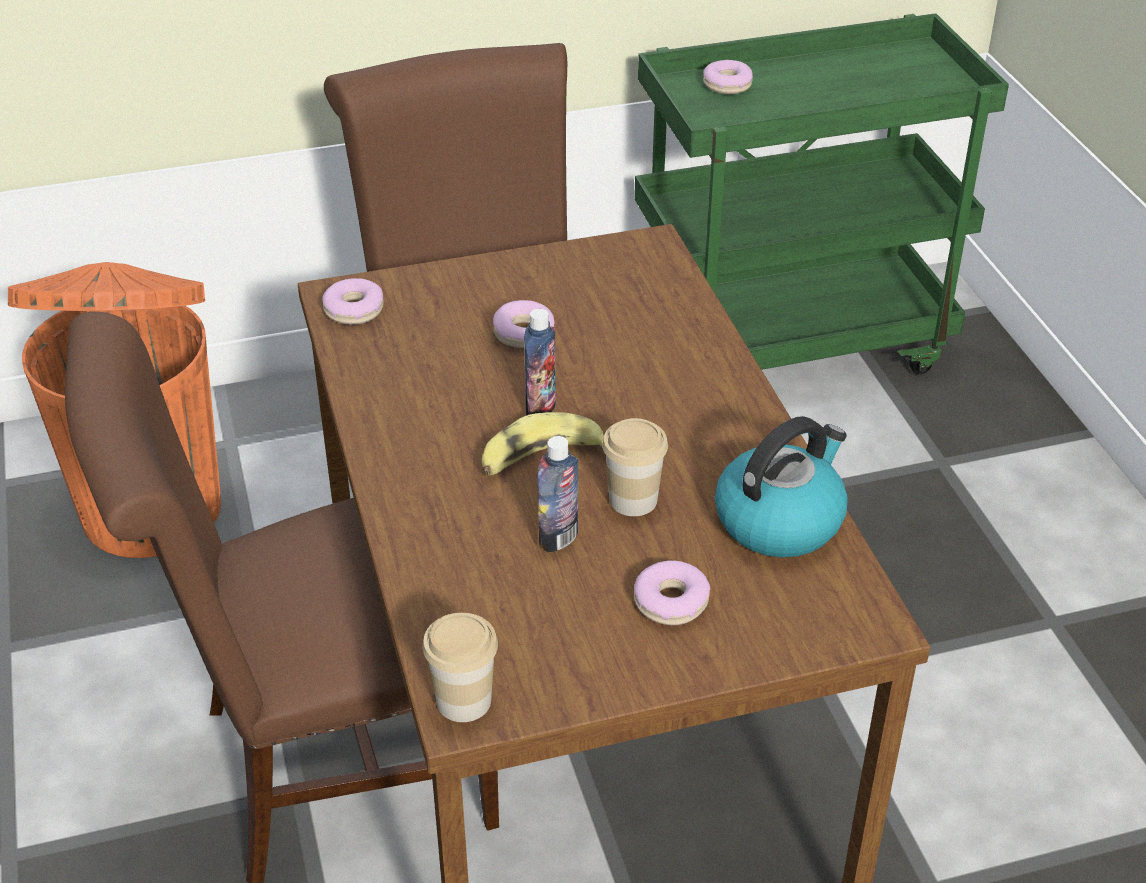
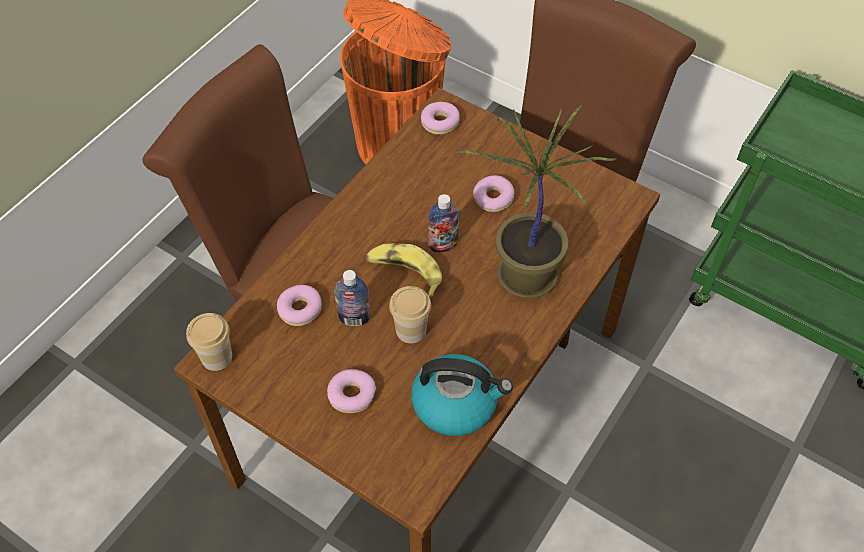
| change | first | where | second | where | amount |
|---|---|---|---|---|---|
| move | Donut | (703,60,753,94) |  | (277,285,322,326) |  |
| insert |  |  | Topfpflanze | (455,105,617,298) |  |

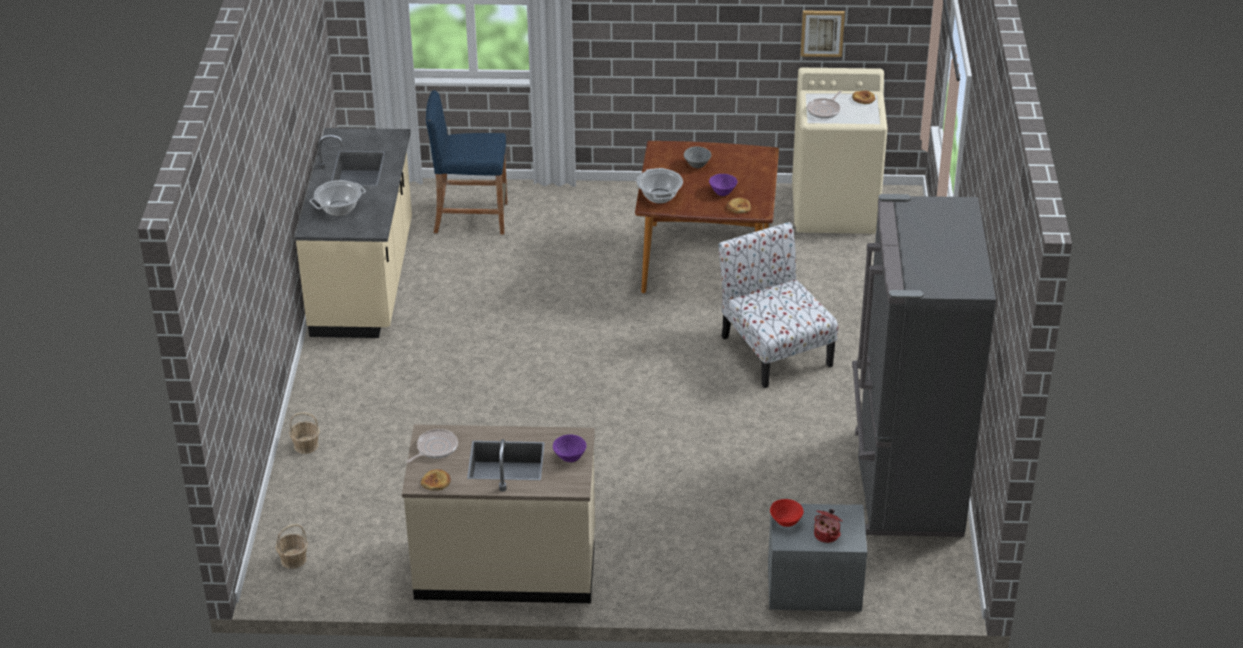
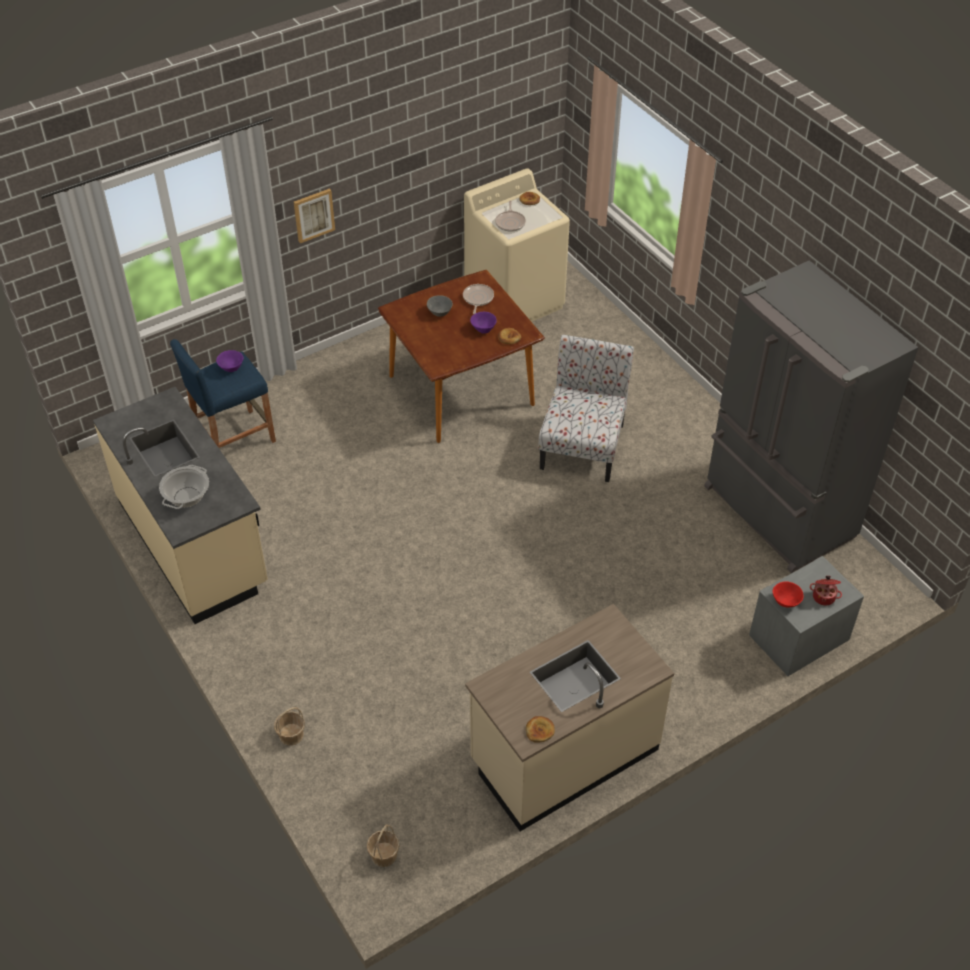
| change | first | where | second | where | amount |
|---|---|---|---|---|---|
| move | Schüssel (lila) | (553,434,586,462) |  | (216,350,244,372) |  |
| move | Bild | (800,11,845,57) |  | (294,188,335,243) |  |
| move | Pfanne | (406,429,458,463) |  | (463,284,494,314) |  |
| rotate | Stuhl | (718,222,838,388) |  | (539,335,634,482) | 75 degrees clockwise |
| delete | Kochtopf | (637,168,683,204) |  |  |  |

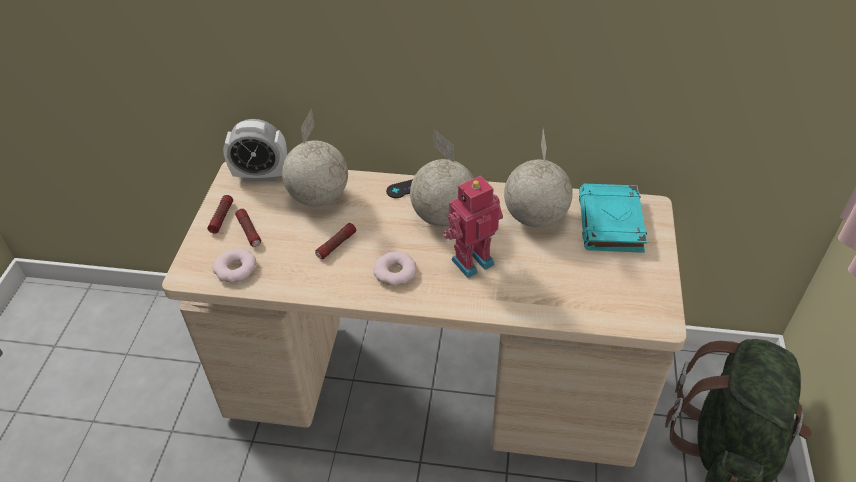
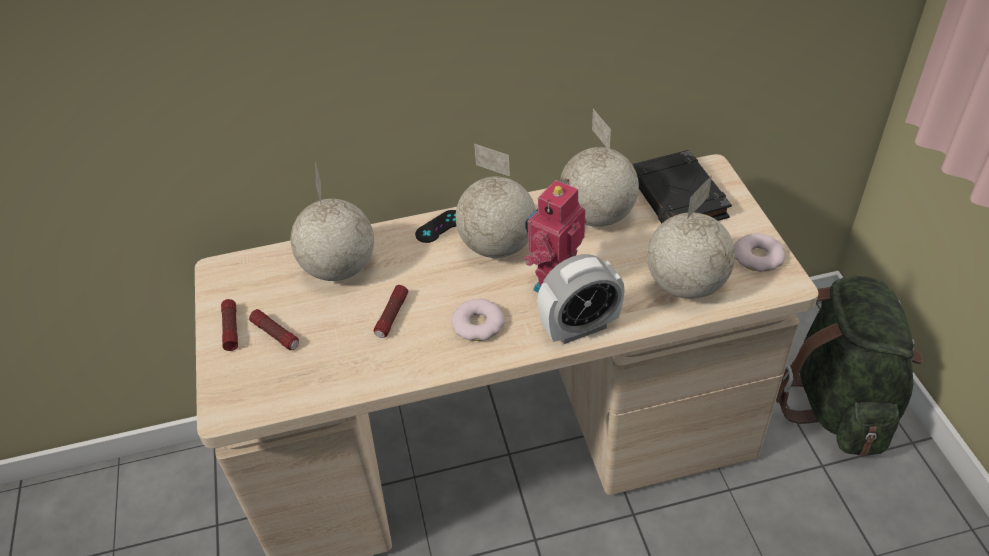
| change | first | where | second | where | amount |
|---|---|---|---|---|---|
| move | Wecker | (223,119,287,182) |  | (537,254,625,344) |  |
| recolor | Buch (türkis) | (579,184,647,253) | Buch (schwarz) | (632,150,732,223) |  |
| insert |  |  | Globus | (647,175,735,299) |  |
| move | Donut | (213,248,256,283) |  | (734,233,785,272) |  |

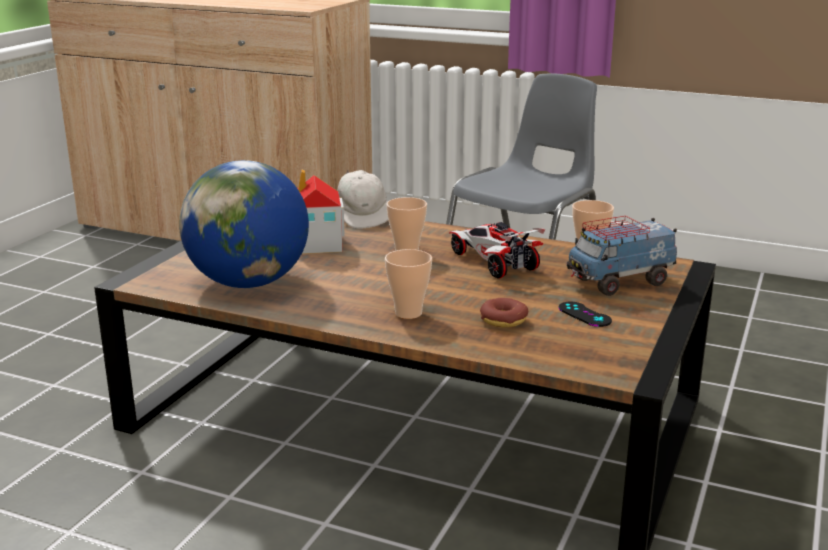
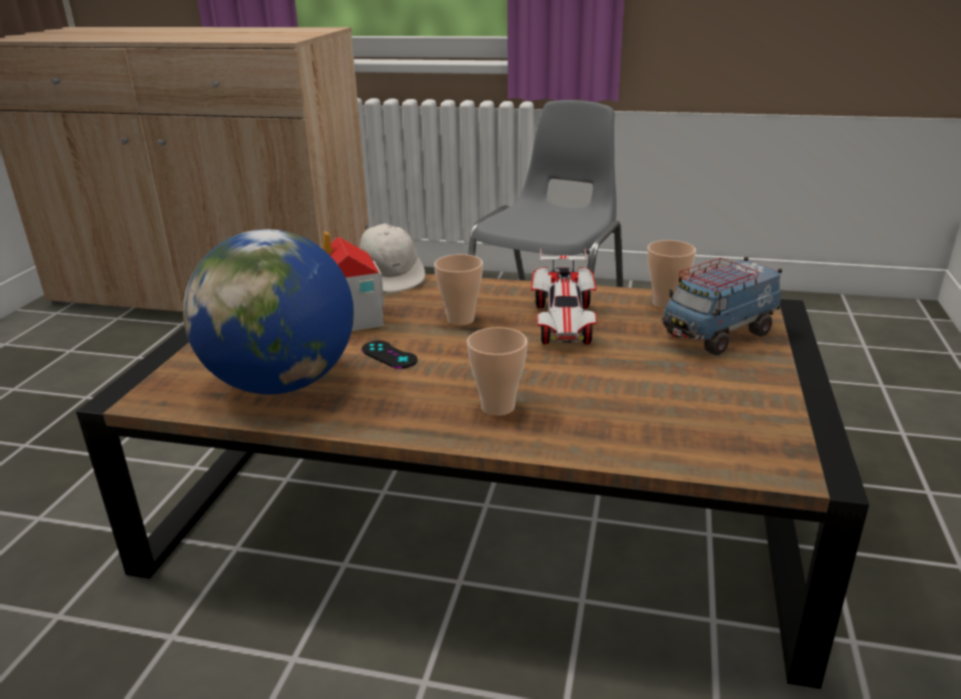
| change | first | where | second | where | amount |
|---|---|---|---|---|---|
| move | Gamepad (schwarz) | (558,302,612,327) |  | (362,341,418,369) |  |
| rotate | Spielzeugauto | (449,222,545,279) |  | (531,248,597,345) | 135 degrees counterclockwise |
| delete | Donut | (480,298,528,327) |  |  |  |

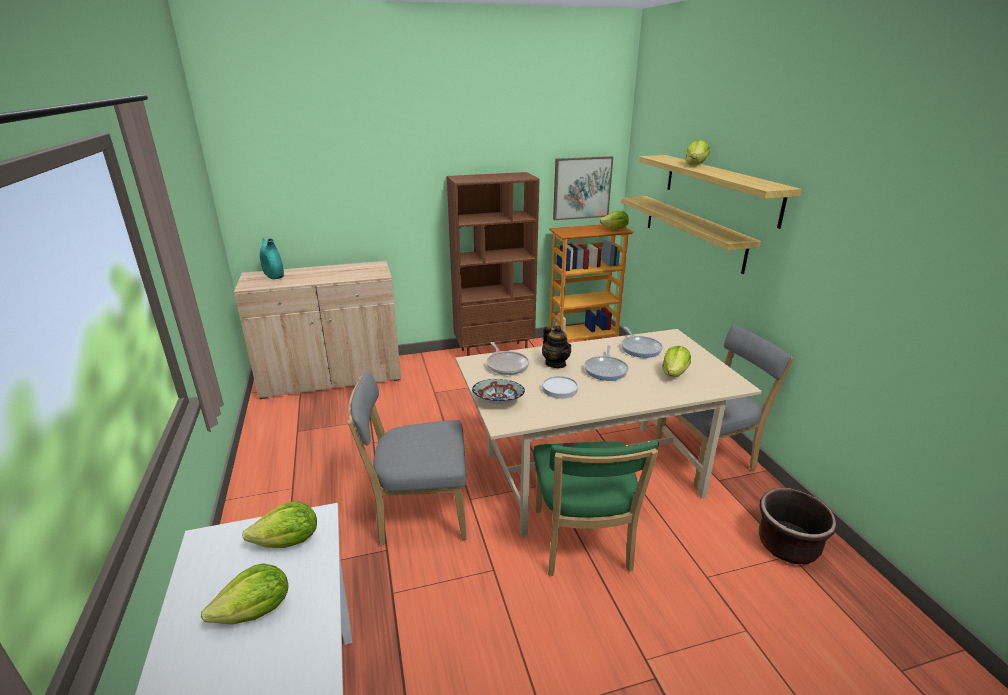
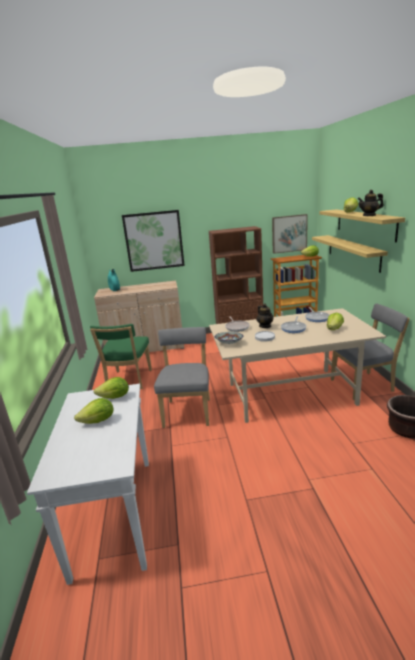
| change | first | where | second | where | amount |
|---|---|---|---|---|---|
| move | Stuhl (grün) | (533,441,659,576) |  | (90,324,152,389) |  |
| insert |  |  | Bild | (122,210,185,272) |  |
| rotate | Stuhl (grau) | (347,371,467,546) |  | (154,327,210,428) | 90 degrees clockwise |
| insert |  |  | Teekanne | (358,190,384,216) |  |

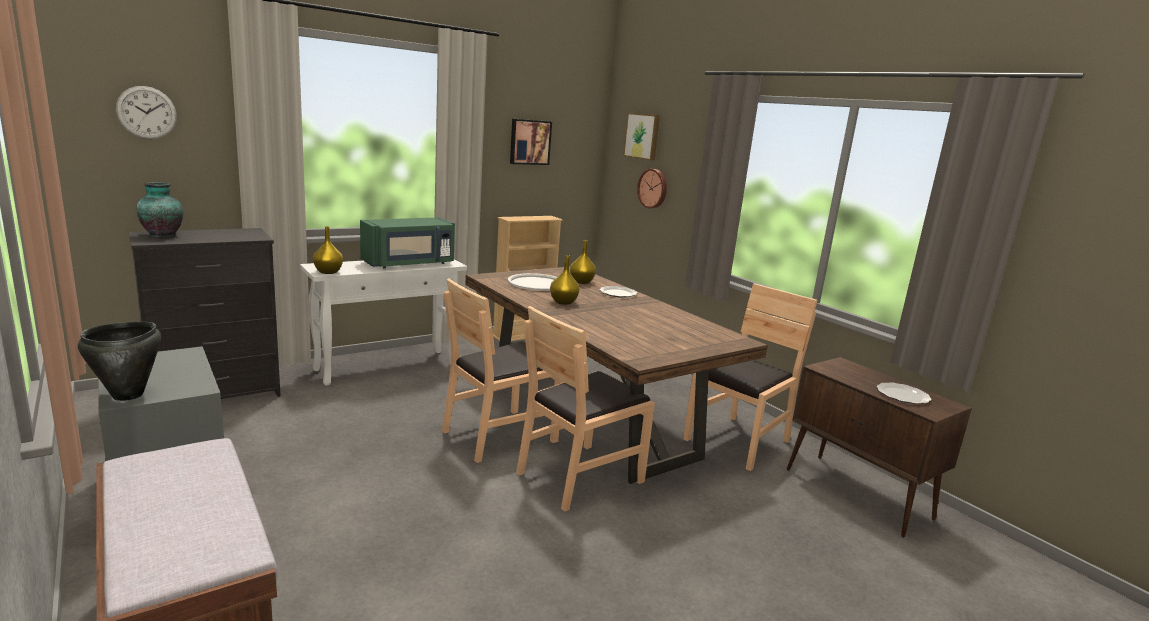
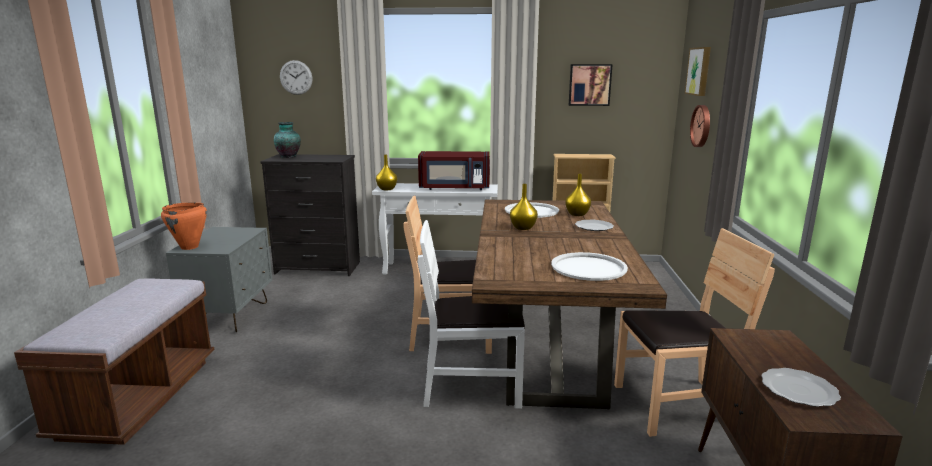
| change | first | where | second | where | amount |
|---|---|---|---|---|---|
| recolor | Kochtopf (schwarz) | (78,322,161,401) | Kochtopf (orange) | (161,203,207,250) |  |
| recolor | Mikrowelle (grün) | (360,217,455,268) | Mikrowelle (rot) | (418,151,490,190) |  |
| recolor | Stuhl (braun) | (516,306,655,512) | Stuhl (weiß) | (418,220,525,409) |  |
| insert |  |  | Tablett (weiß) | (551,252,628,281) |  |

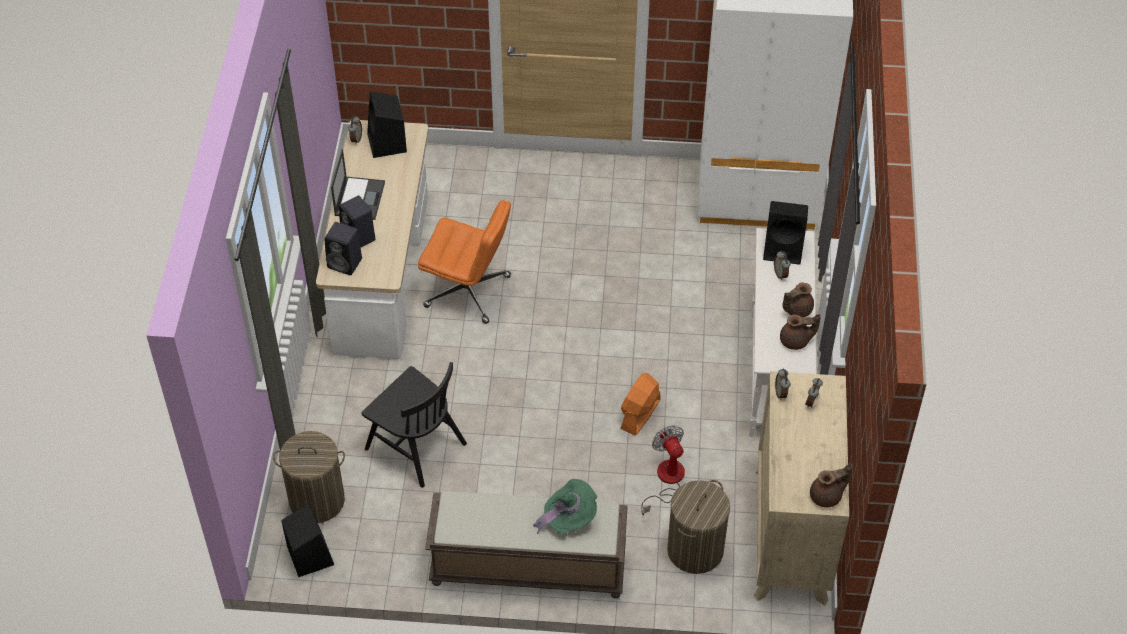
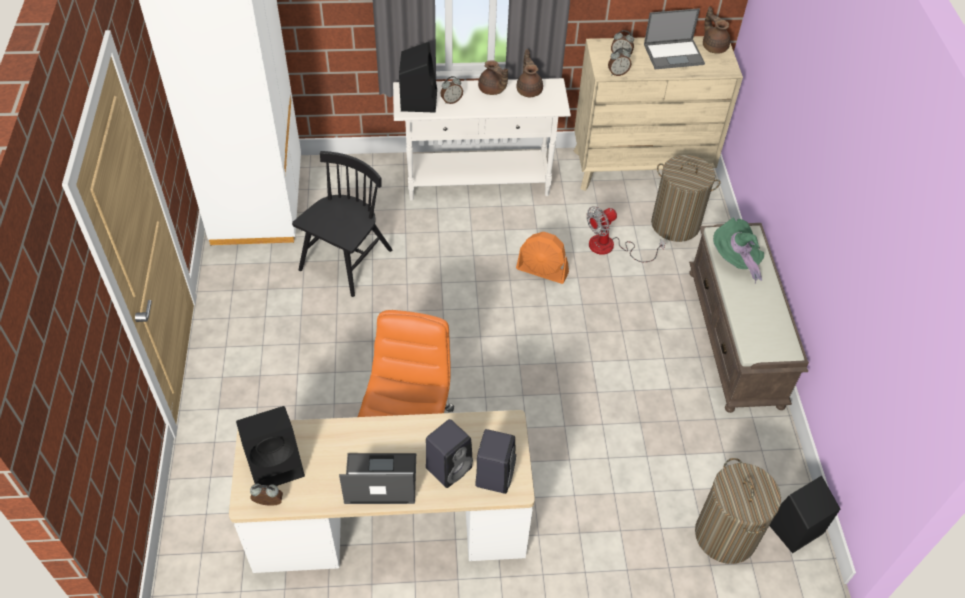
| change | first | where | second | where | amount |
|---|---|---|---|---|---|
| move | Stuhl (schwarz) | (362,362,467,488) |  | (292,151,392,297) |  |
| insert |  |  | Laptop | (644,8,705,69) |  |

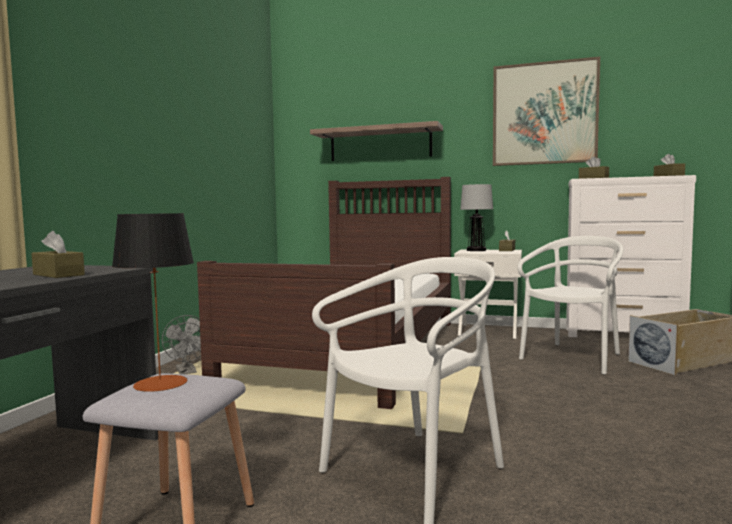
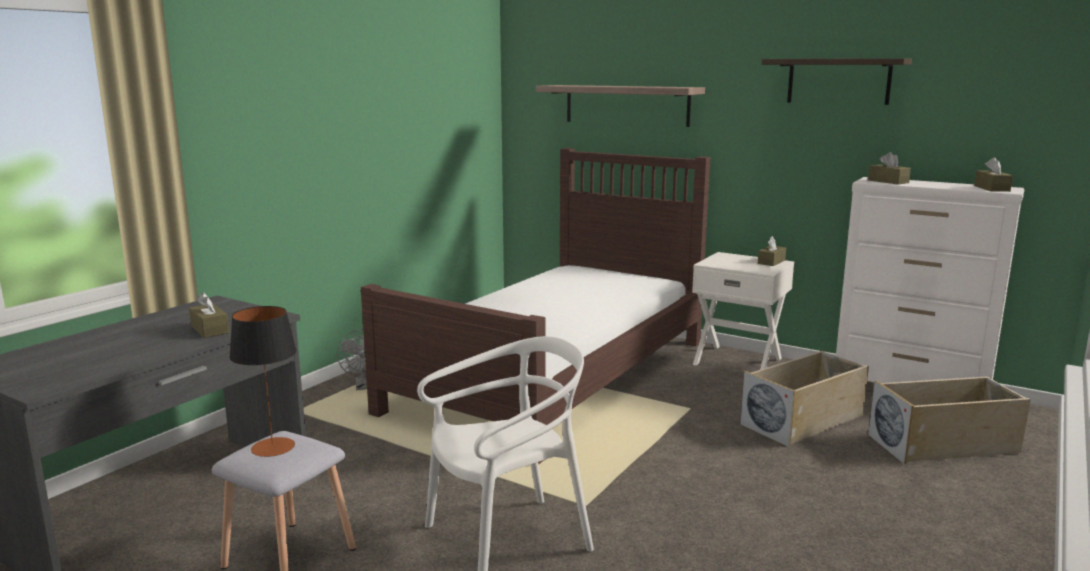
| change | first | where | second | where | amount |
|---|---|---|---|---|---|
| replace | Stuhl (weiß) | (518,236,624,375) | Aufbewahrungsbox (beige) | (740,351,869,447) |  |
| replace | Bild | (493,57,600,166) | Wandregal | (761,58,912,105) |  |
| delete | Tischlampe | (460,184,493,251) |  |  |  |

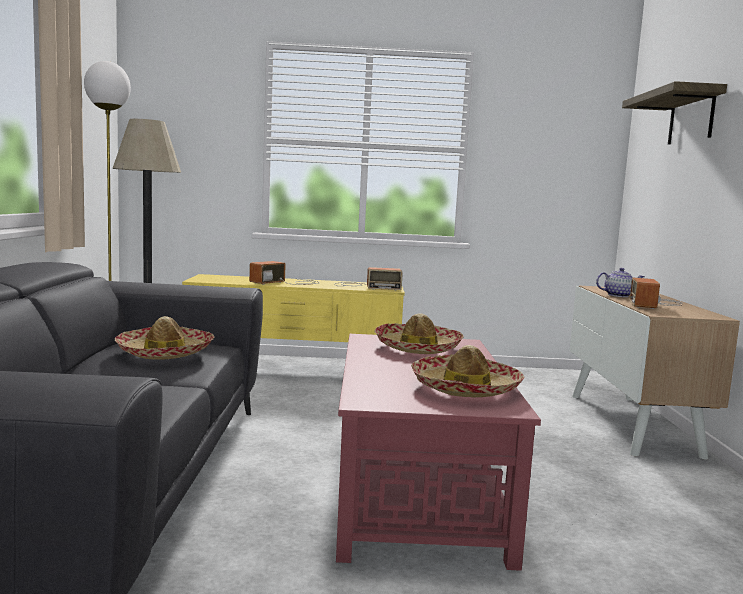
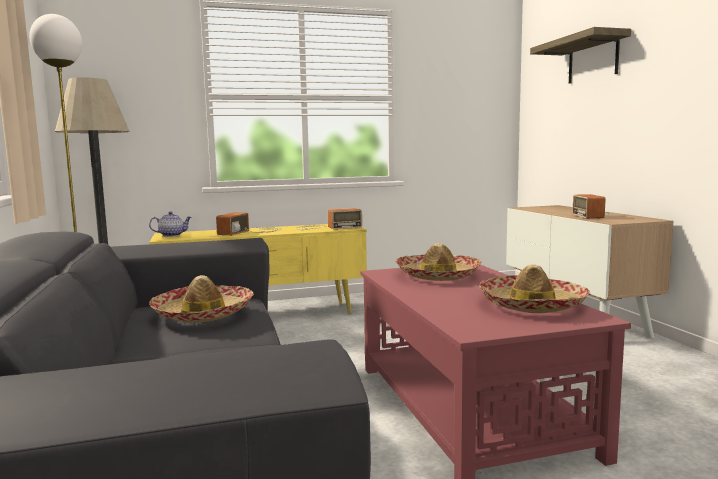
| change | first | where | second | where | amount |
|---|---|---|---|---|---|
| move | Teekanne | (596,268,645,297) |  | (149,211,192,237) |  |

